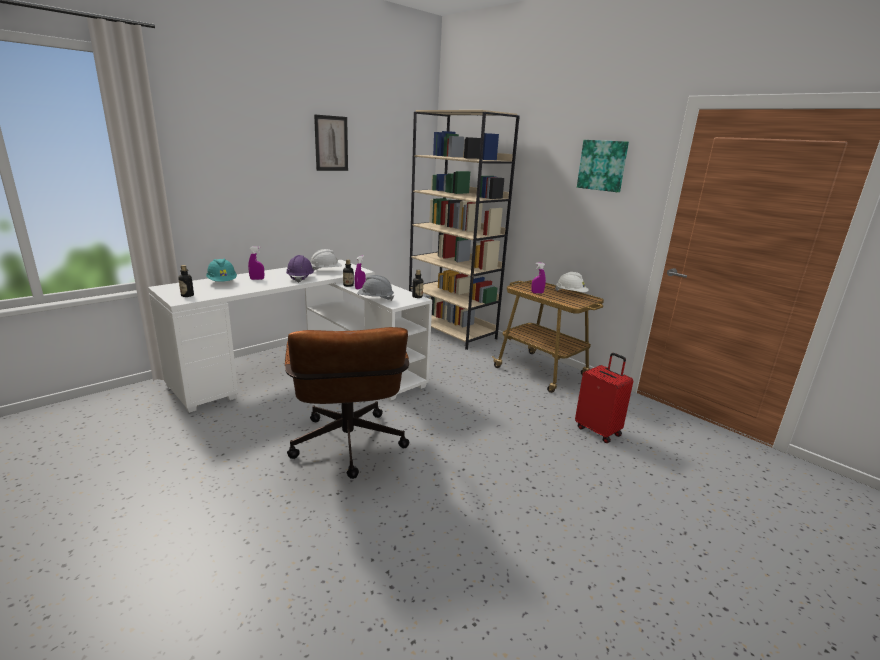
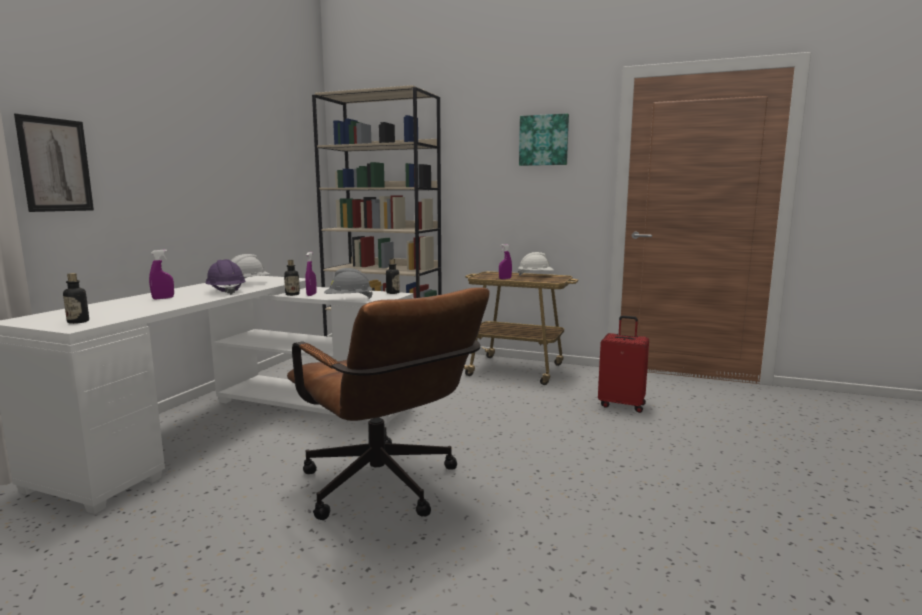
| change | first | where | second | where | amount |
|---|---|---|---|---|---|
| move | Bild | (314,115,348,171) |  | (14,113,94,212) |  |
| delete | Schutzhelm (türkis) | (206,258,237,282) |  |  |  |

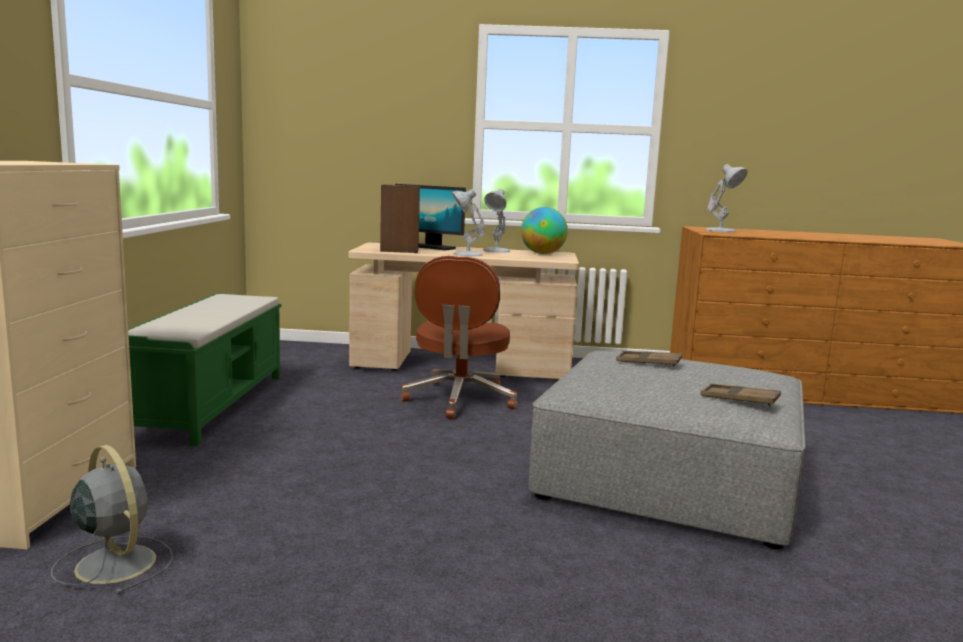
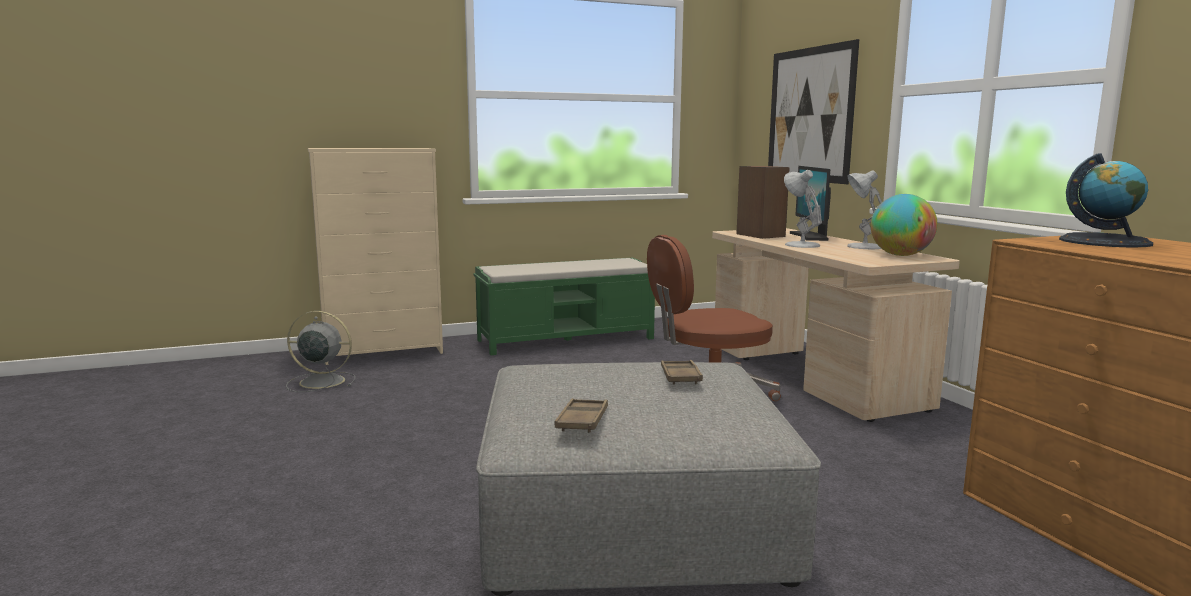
| change | first | where | second | where | amount |
|---|---|---|---|---|---|
| rotate | Ventilator (grau) | (51,445,173,595) |  | (286,311,355,392) | 105 degrees counterclockwise |
| insert |  |  | Bild | (768,39,859,184) |  |
| replace | Tischlampe (weiß) | (705,164,748,232) | Globus | (1059,153,1153,248) |  |

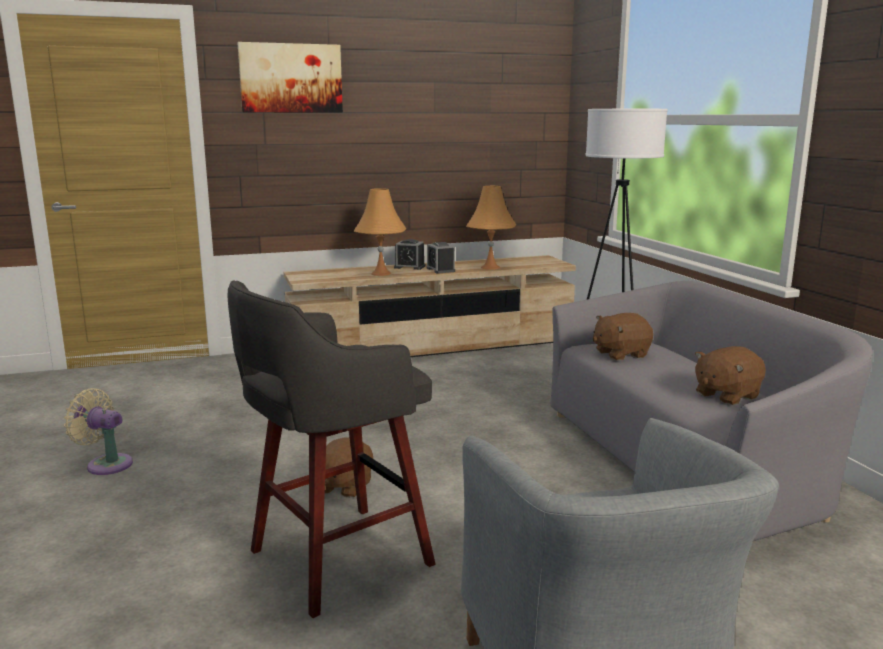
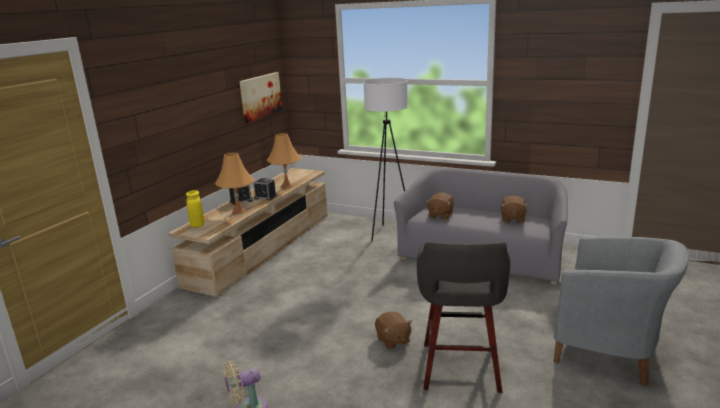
| change | first | where | second | where | amount |
|---|---|---|---|---|---|
| insert |  |  | Vase (gelb) | (186,190,204,227) |  |
| move | Bild | (237,42,343,113) |  | (239,72,282,123) |  |

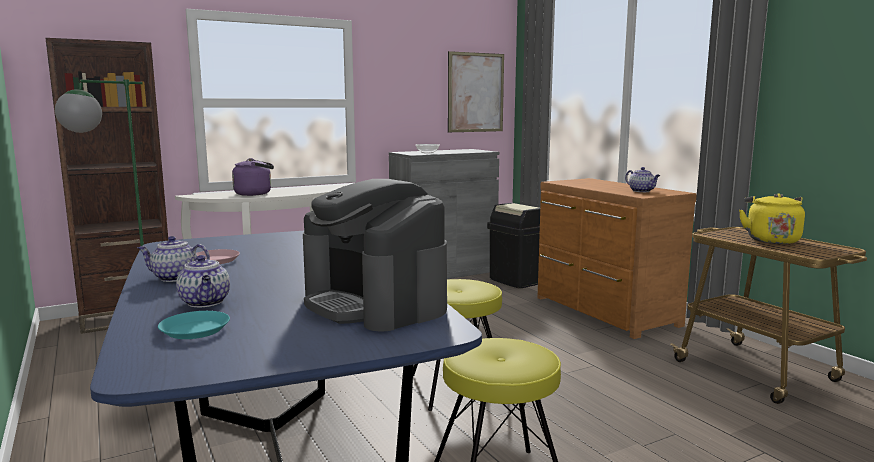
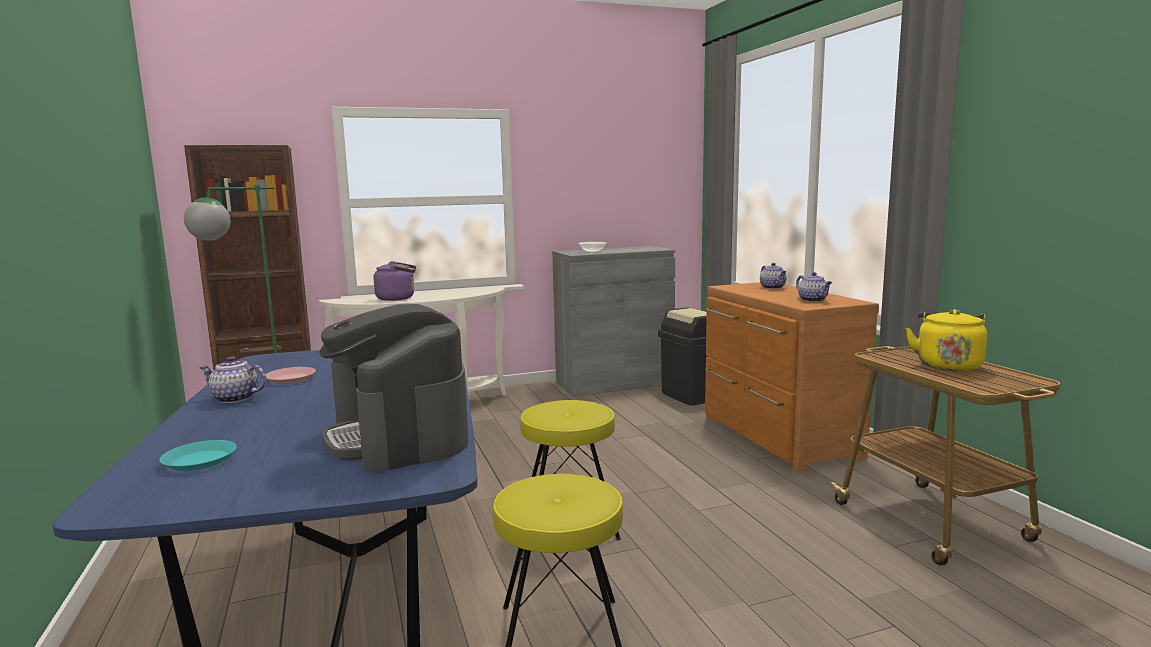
| change | first | where | second | where | amount |
|---|---|---|---|---|---|
| move | Teekanne | (176,255,230,307) |  | (760,263,787,289) |  |
| delete | Bild | (448,51,504,132) |  |  |  |

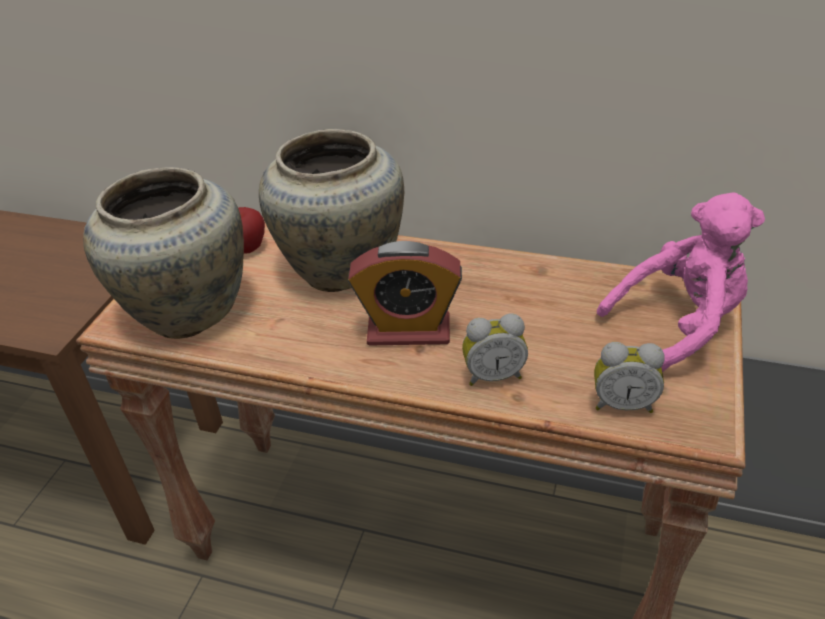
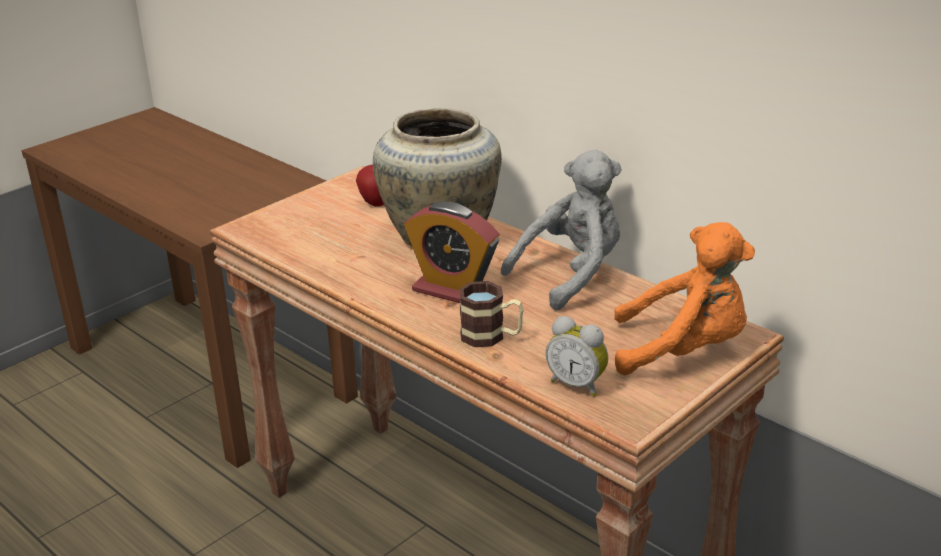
| change | first | where | second | where | amount |
|---|---|---|---|---|---|
| replace | Wecker | (462,313,528,386) | Henkelbecher | (459,281,524,347) |  |
| insert |  |  | Plüschtier (grau) | (501,150,622,311) |  |
| recolor | Plüschtier (rosa) | (597,192,765,372) | Plüschtier (orange) | (614,222,755,375) |  |
| delete | Vase (beige) | (83,167,244,339) |  |  |  |

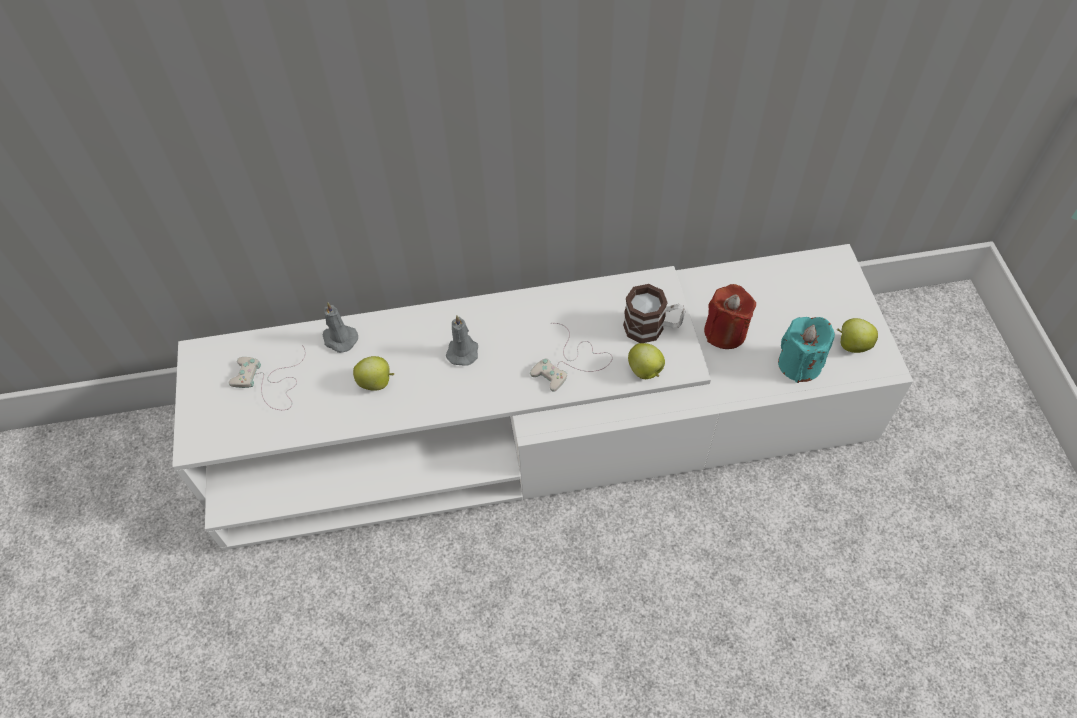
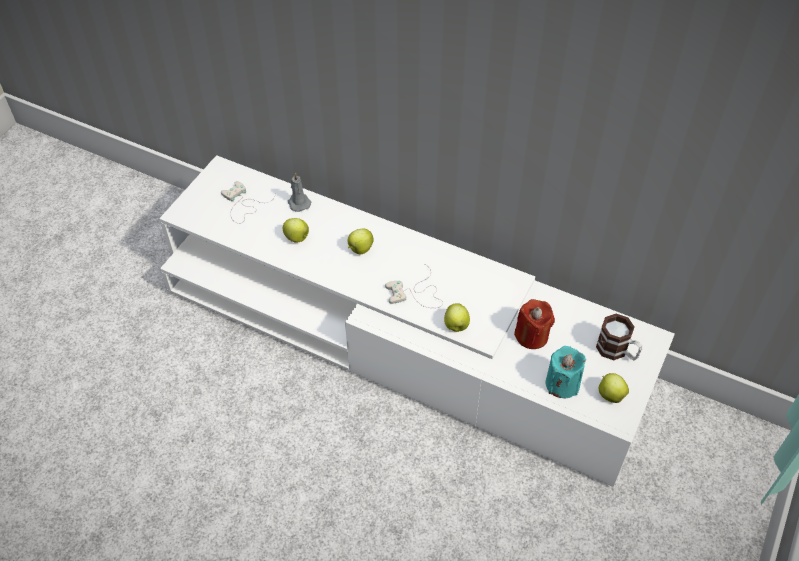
| change | first | where | second | where | amount |
|---|---|---|---|---|---|
| replace | Kerze (grau) | (446,315,478,366) | Apfel | (348,229,374,254) |  |
| move | Henkelbecher | (623,284,685,343) |  | (596,314,642,361) |  |

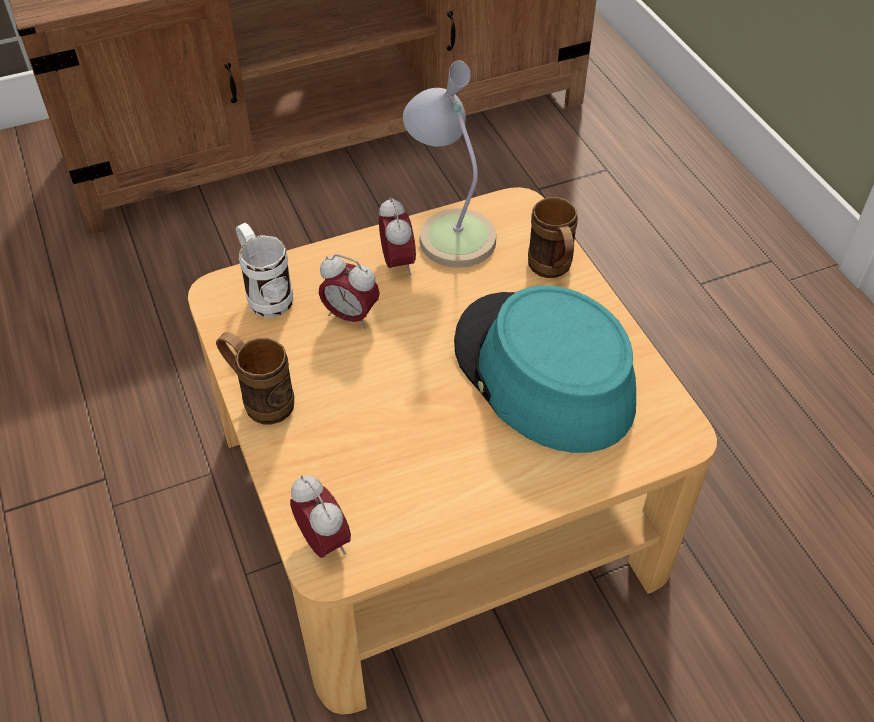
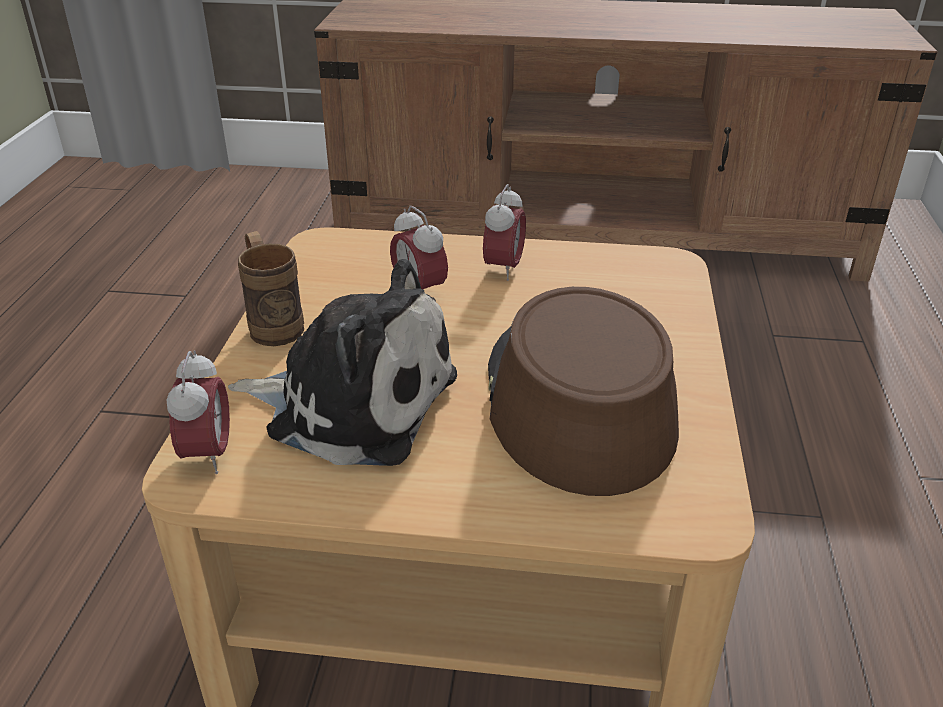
| change | first | where | second | where | amount |
|---|---|---|---|---|---|
| insert |  |  | Plüschtier | (228,259,457,466) |  |
| recolor | Hut (türkis) | (454,285,636,453) | Hut (braun) | (488,287,679,496) |  |
| delete | Henkelbecher (weiß) | (236,223,293,317) |  |  |  |
| delete | Tischlampe | (403,60,496,268) |  |  |  |
| delete | Henkelbecher (braun) | (528,197,578,278) |  |  |  |

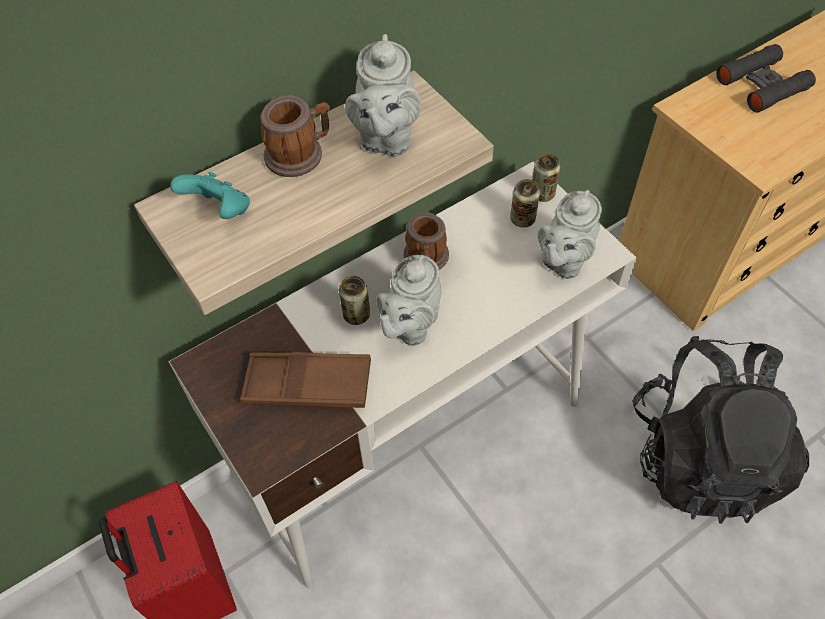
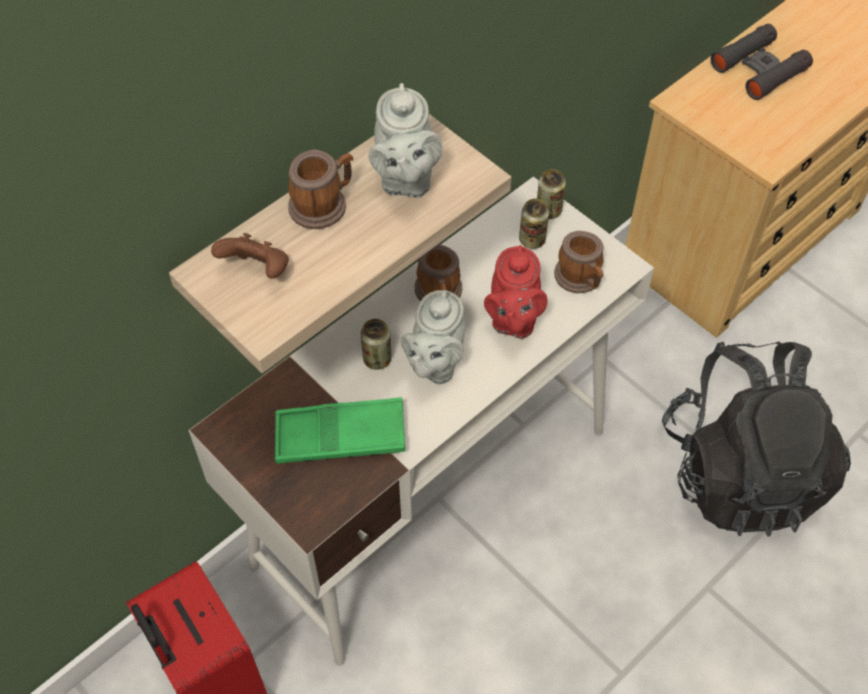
| change | first | where | second | where | amount |
|---|---|---|---|---|---|
| recolor | Gamepad (türkis) | (170,172,250,219) | Gamepad (braun) | (211,233,289,279) |  |
| recolor | Tablett (braun) | (240,352,371,408) | Tablett (grün) | (275,397,405,464) |  |
| insert |  |  | Teekanne (rot) | (484,245,548,339) |  |
| replace | Teekanne (grau) | (538,190,602,279) | Henkelbecher | (554,231,604,293) |  |

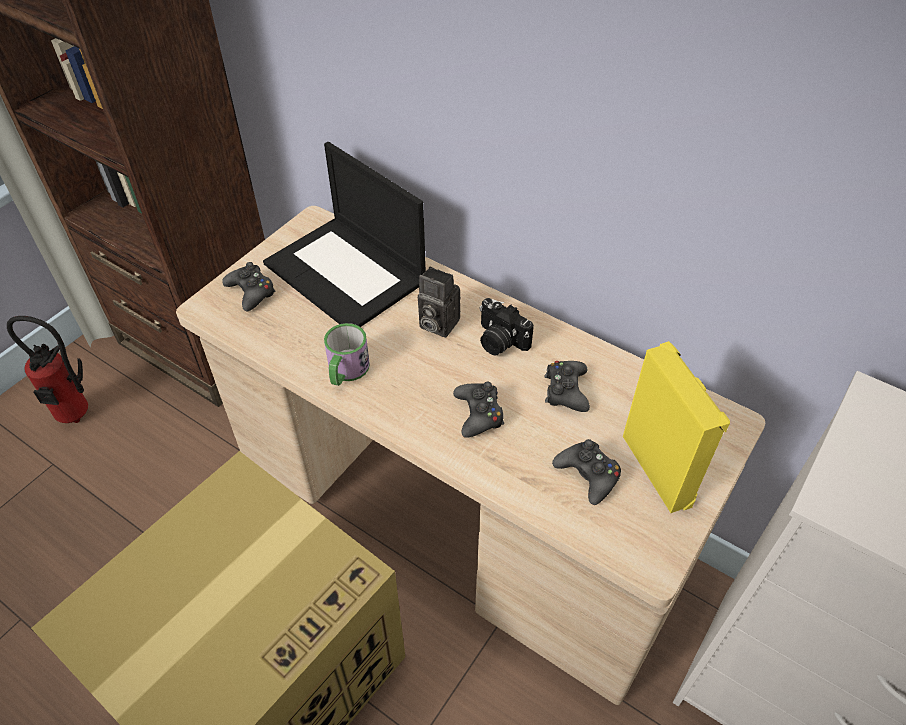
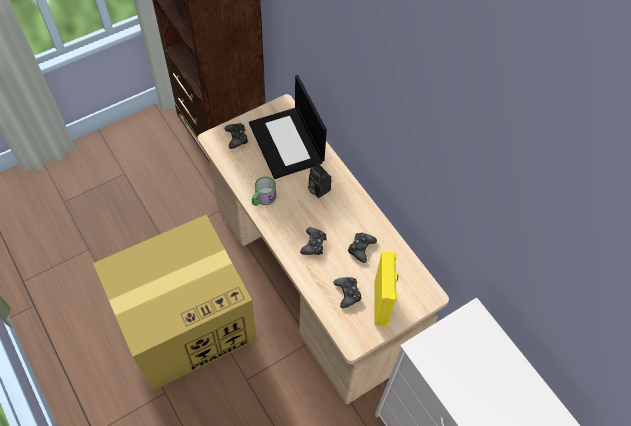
| change | first | where | second | where | amount |
|---|---|---|---|---|---|
| delete | Feuerlöscher | (7,316,88,423) |  |  |  |
| delete | Kamera | (479,298,534,356) |  |  |  |

